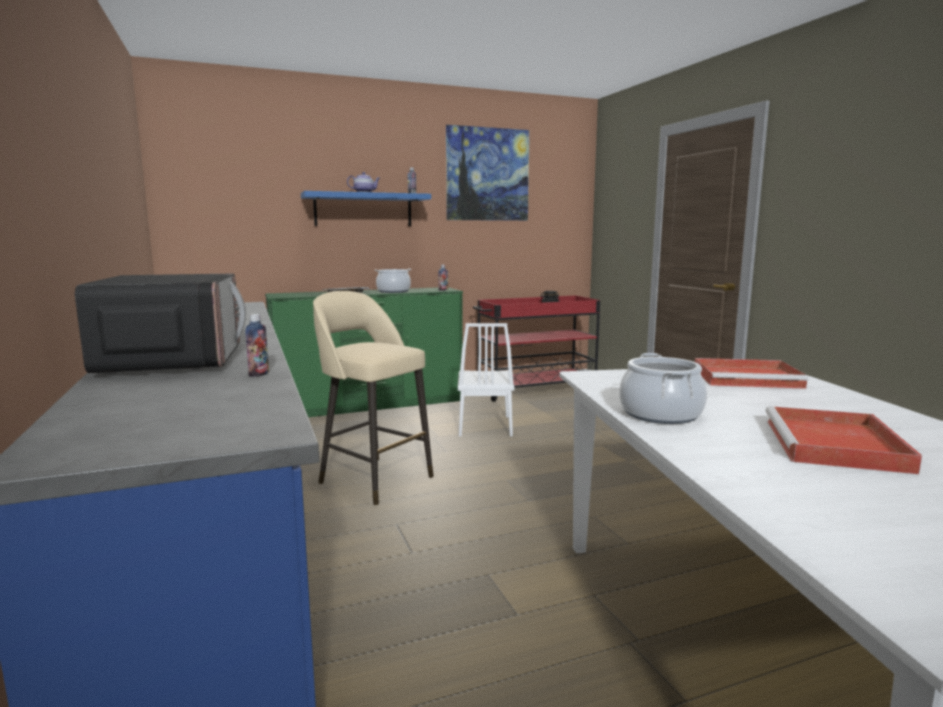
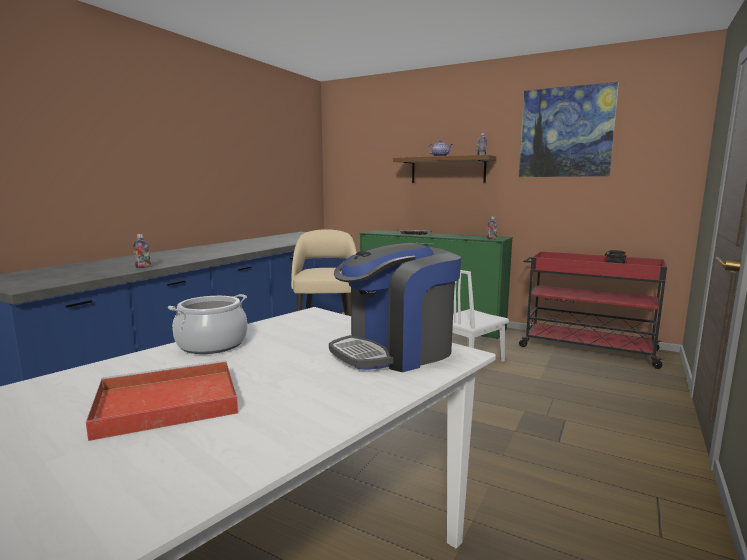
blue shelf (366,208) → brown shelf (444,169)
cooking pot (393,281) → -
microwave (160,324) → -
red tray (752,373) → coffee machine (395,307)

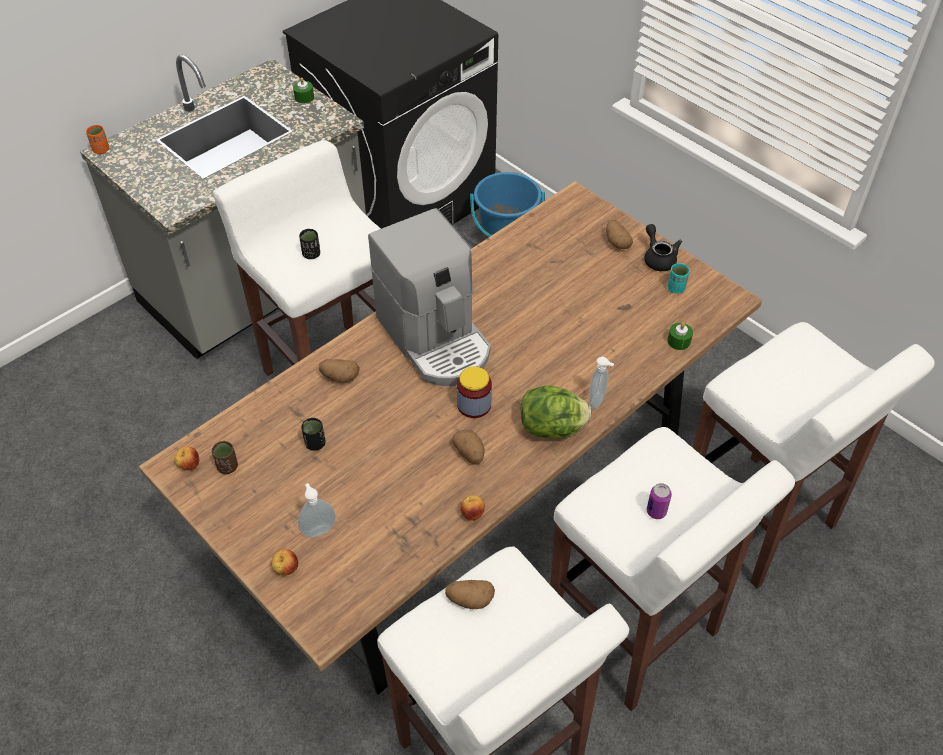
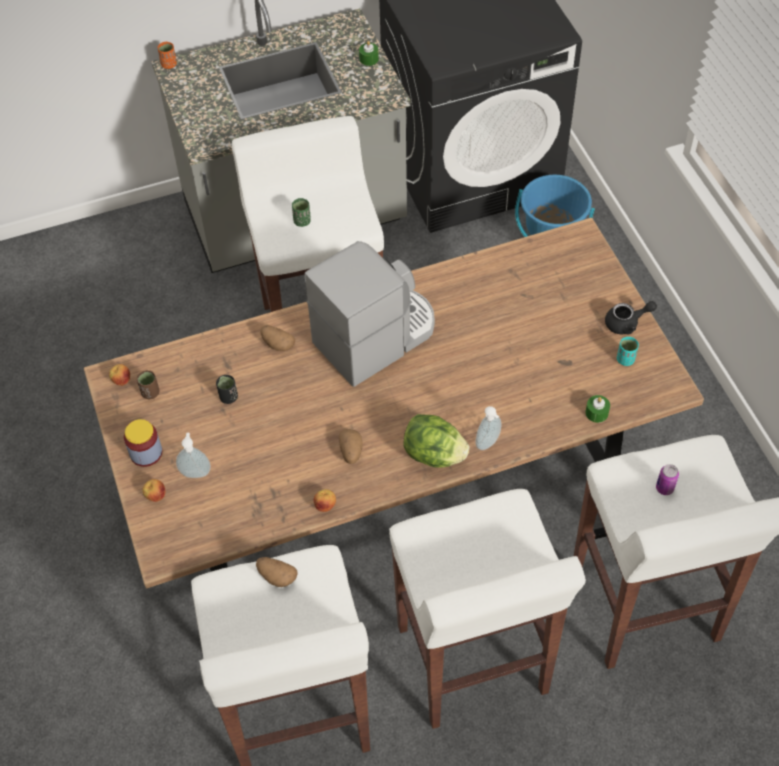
coffee machine (429,297) → coffee machine (369,314), 120 degrees counterclockwise
potato (619,234) → -
black teapot (663,247) → black teapot (631,317), 75 degrees clockwise
black cup (309,244) → green cup (301,212)
jar (474,392) → jar (143,443), moved
can (659,501) → can (667,479), moved

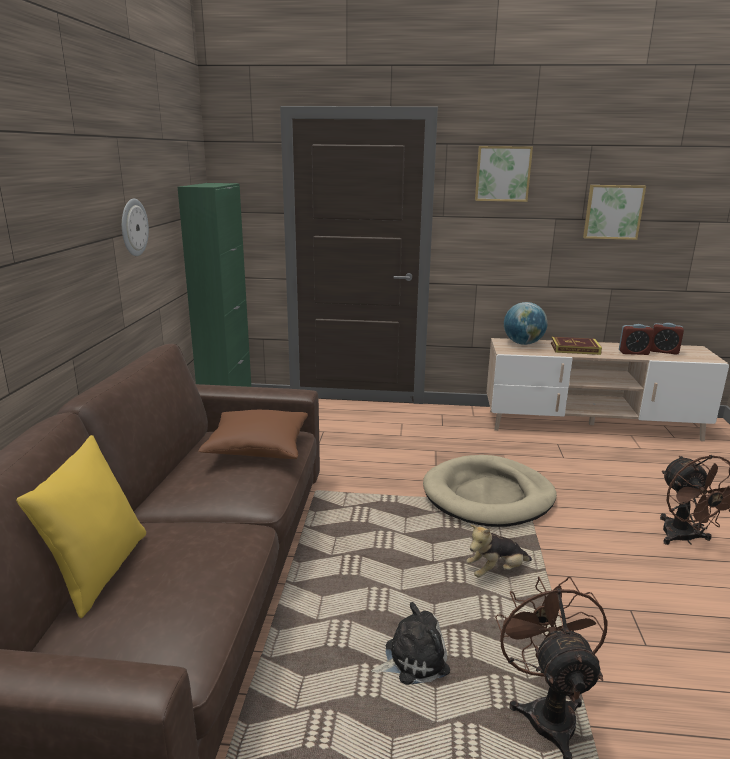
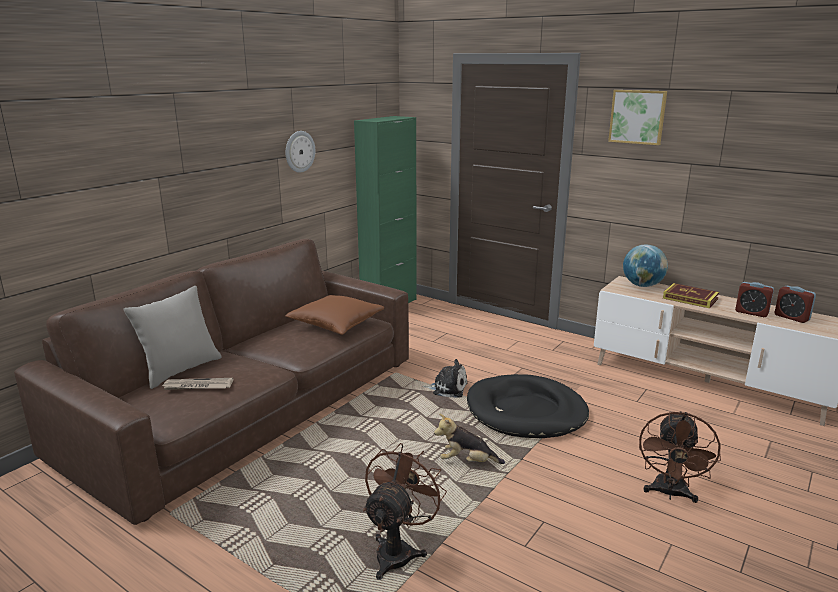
picture (614,212) → -
yellow pillow (81,526) → grey pillow (172,337)
beige dog bed (490,491) → black dog bed (528,406)
plush toy (410,643) → plush toy (444,378), moved
- → newspaper (197,384)

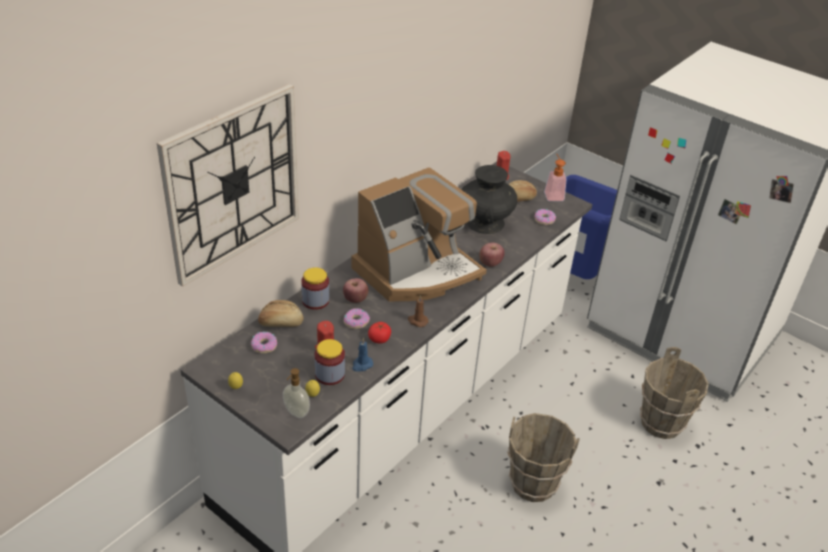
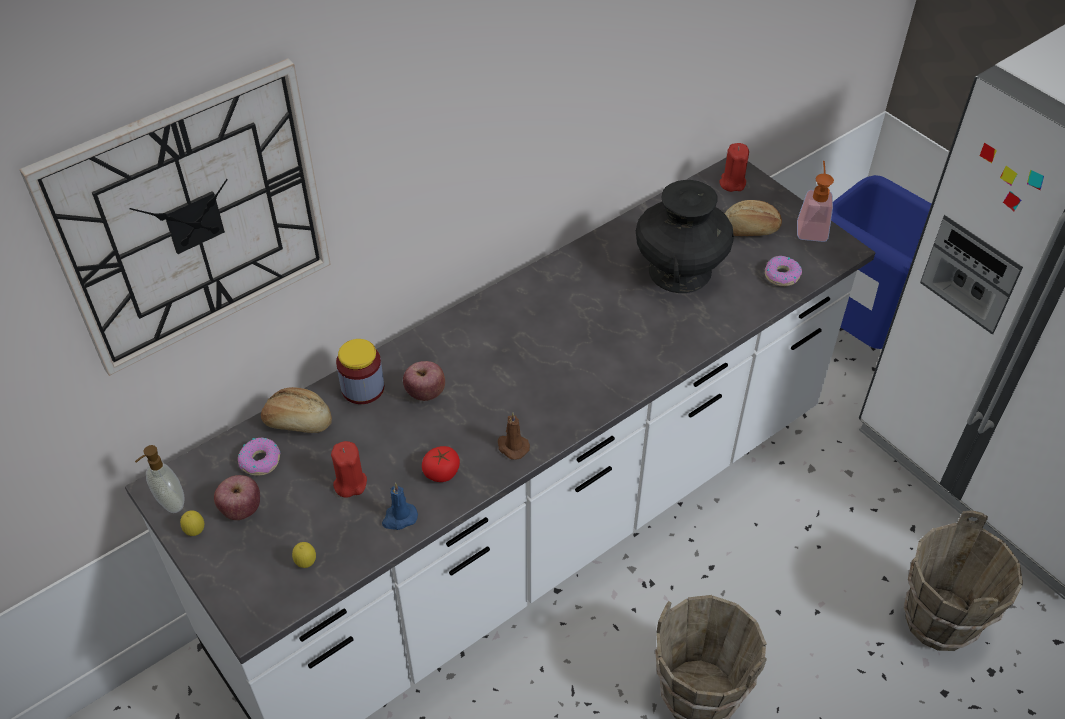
coffee machine (419,234) → -
apple (492,254) → apple (237,497), moved
donut (357,318) → -
jar (329,362) → -
soap dispenser (296,393) → soap dispenser (160,479), moved

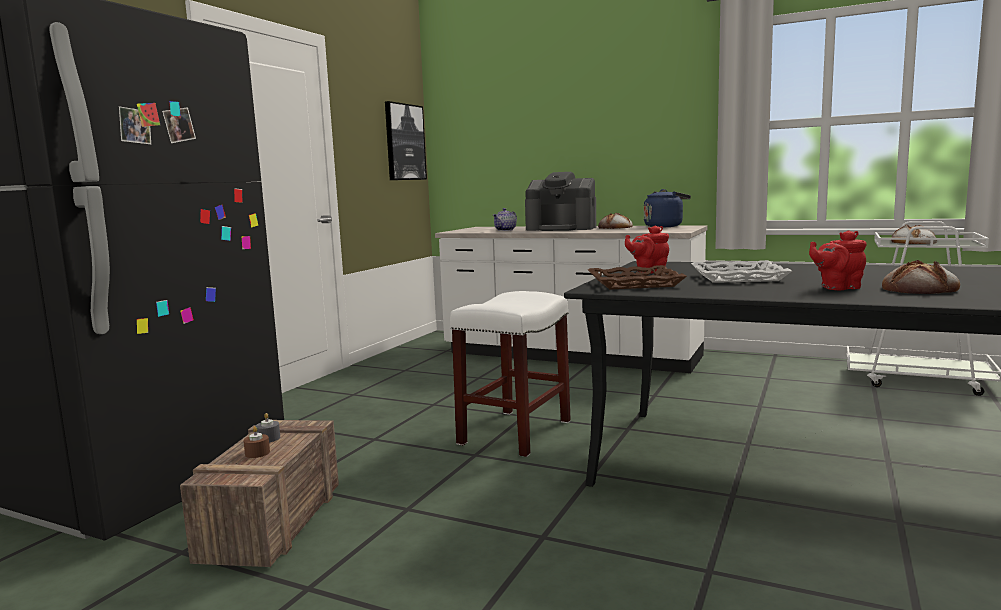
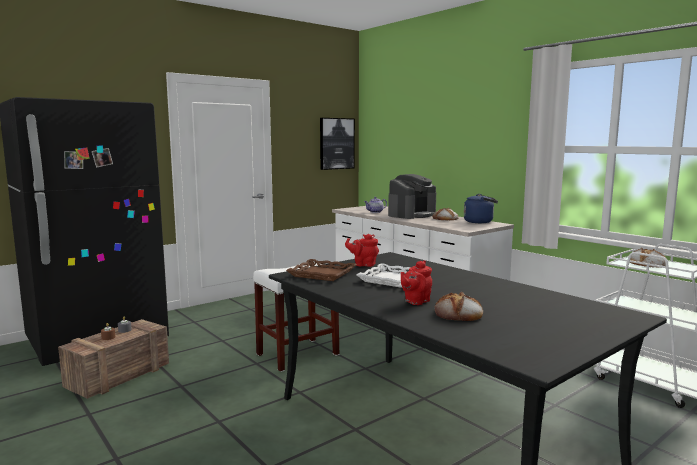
coffee machine (560,201) → coffee machine (412,196), 90 degrees counterclockwise
red teapot (838,260) → red teapot (416,282), 60 degrees counterclockwise

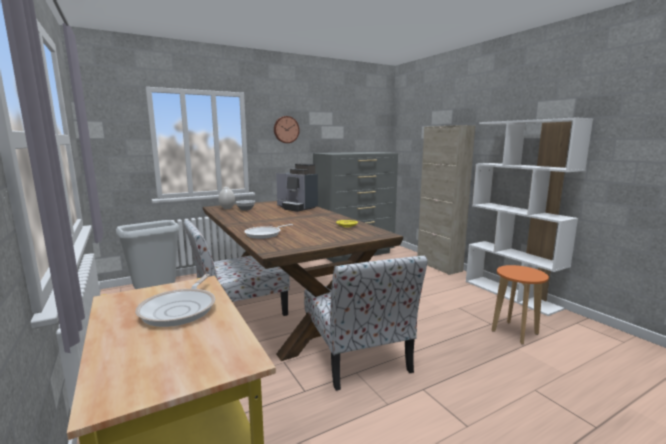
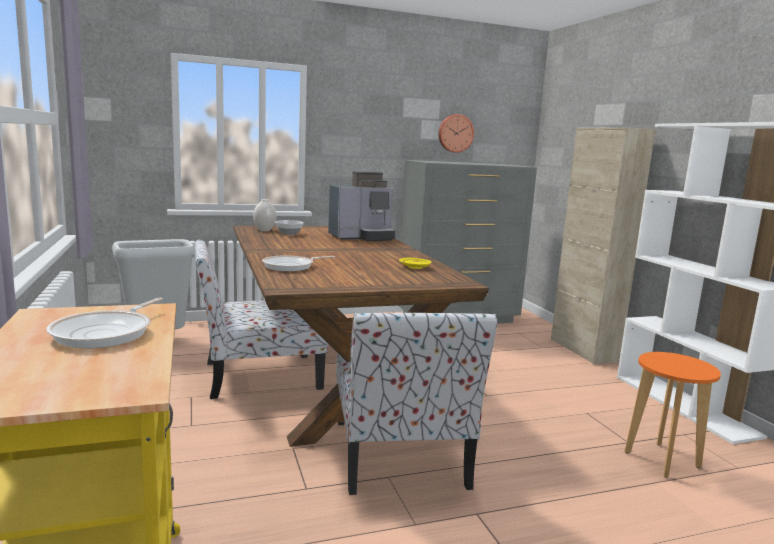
wall clock (287,129) → wall clock (456,133), moved
coffee machine (297,187) → coffee machine (361,206), 75 degrees counterclockwise

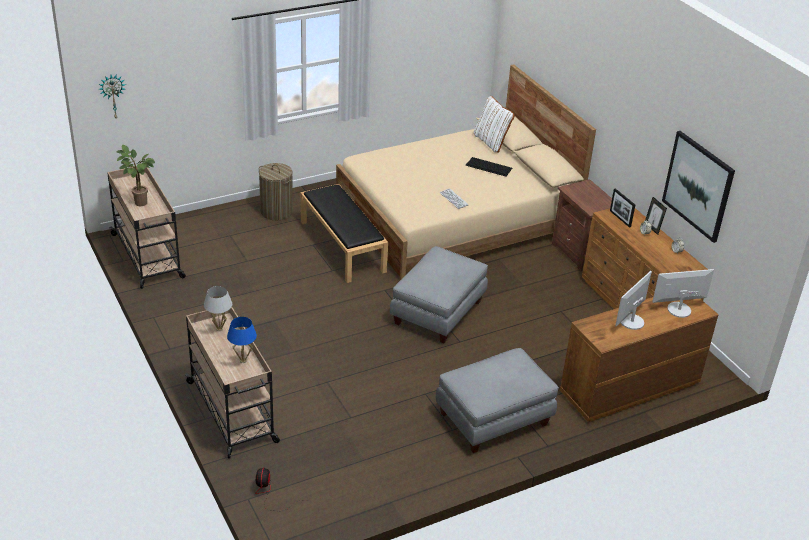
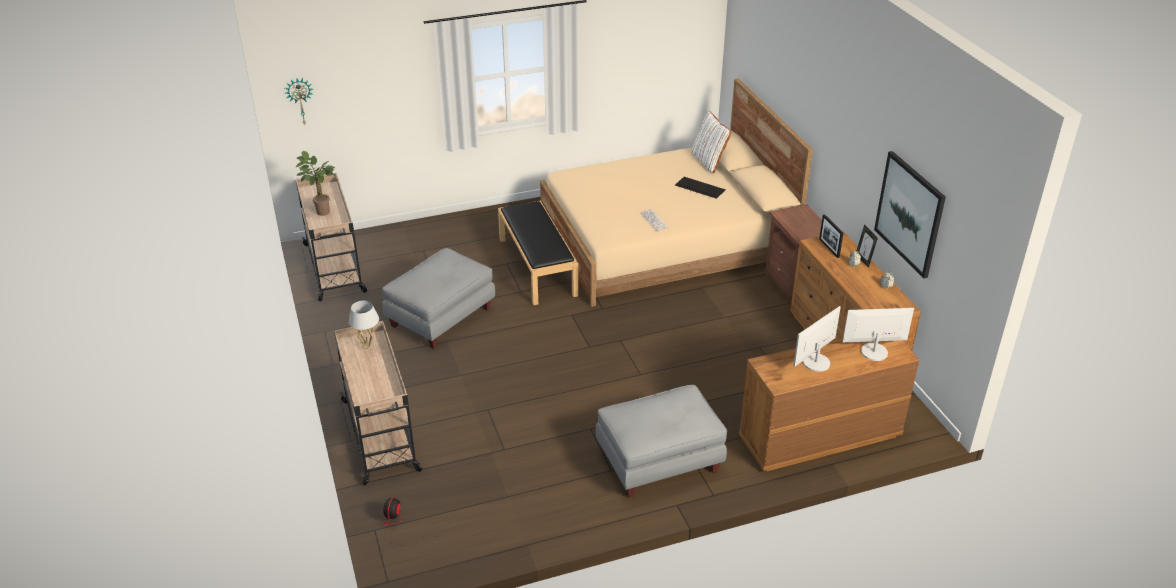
laundry basket (276,191) → -
grey ottoman (439,294) → grey ottoman (438,298), moved
blue table lamp (242,340) → -

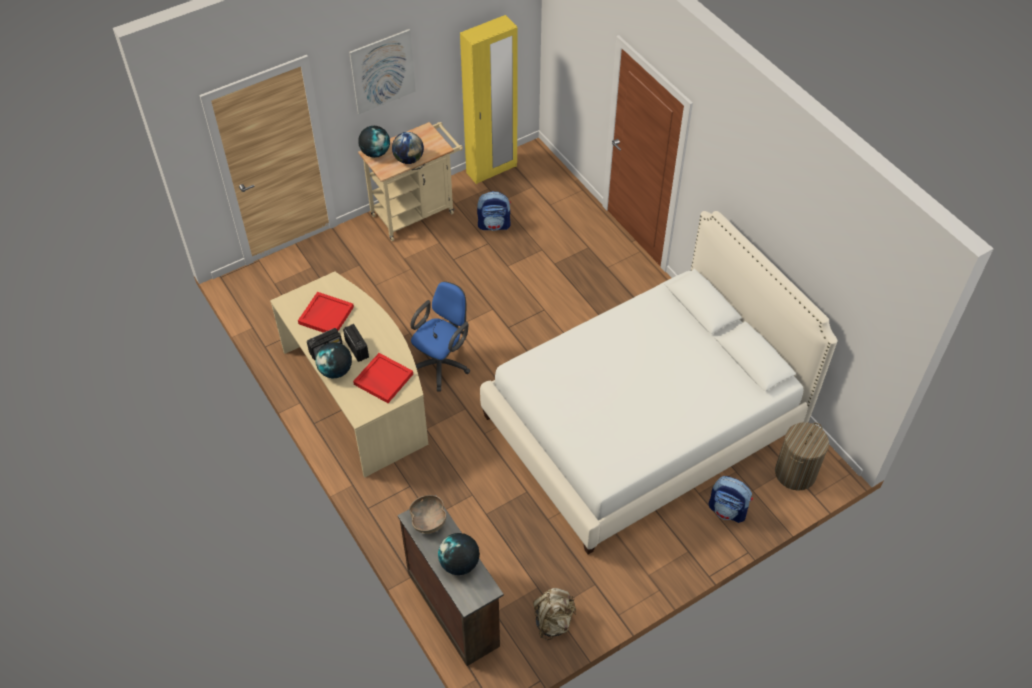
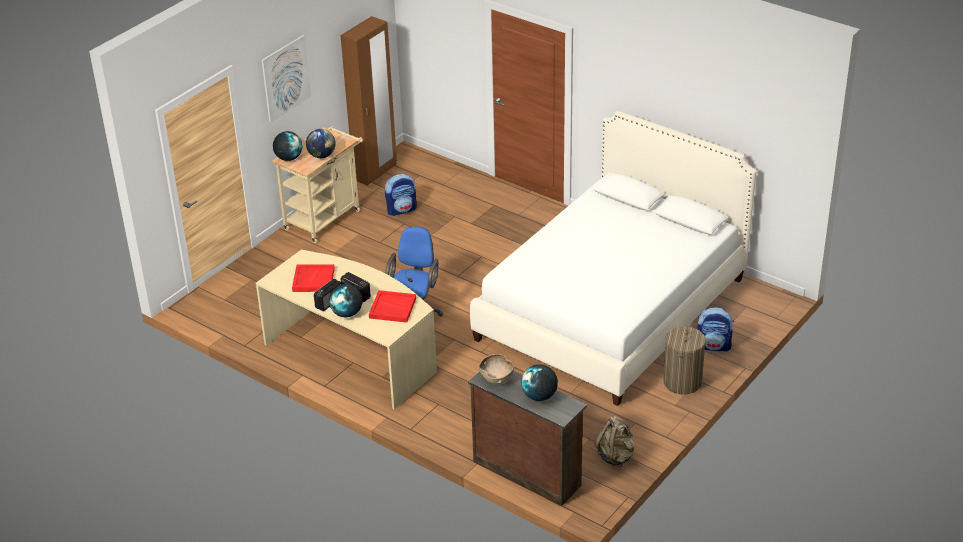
yellow wardrobe (488,99) → brown wardrobe (369,101)
laundry basket (802,456) → laundry basket (684,360), moved

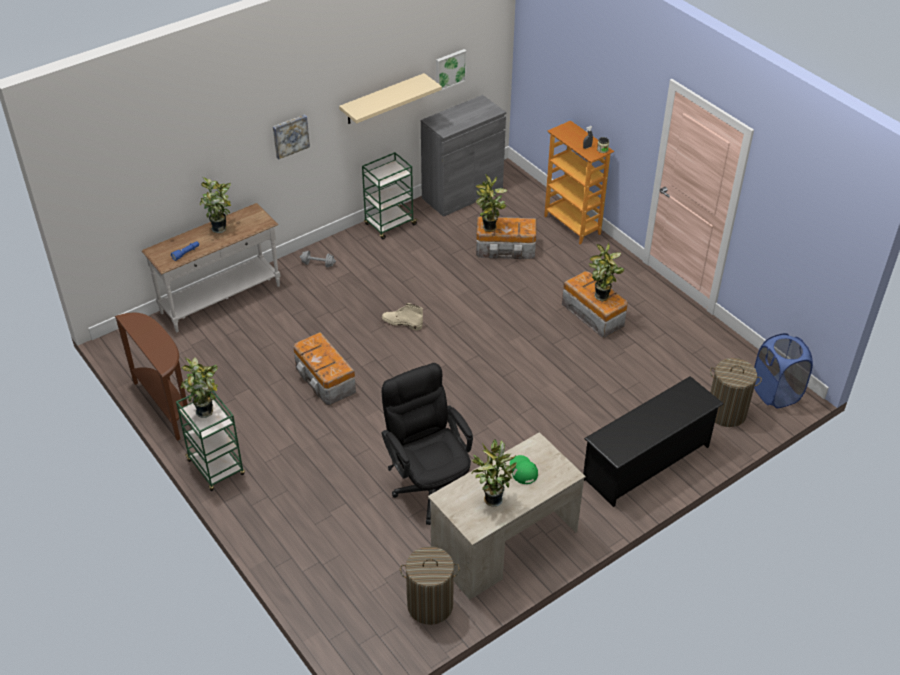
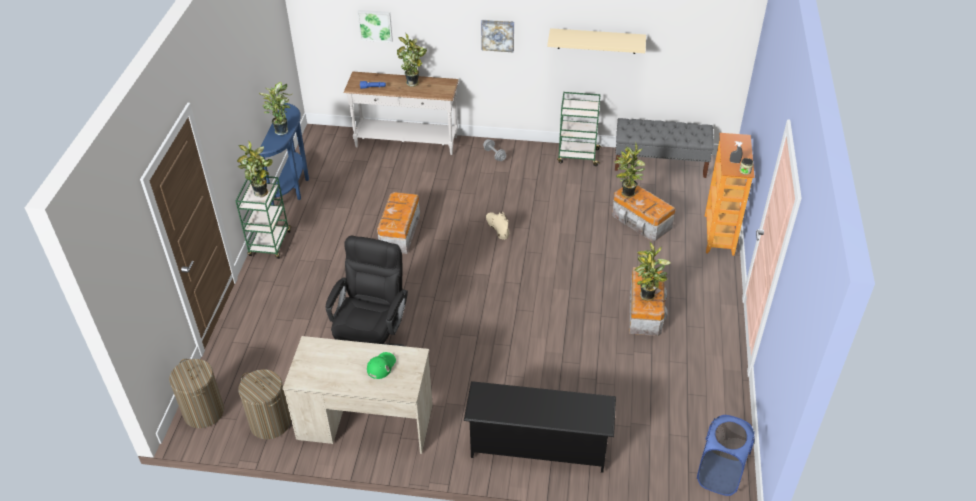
picture (451,70) → picture (375,26), moved
grey cabinet (463,156) → grey bench (664,148)
brown console table (151,377) → blue console table (283,154)
laundry basket (736,392) → laundry basket (196,393), moved
potted plant (494,473) → potted plant (275,108), moved

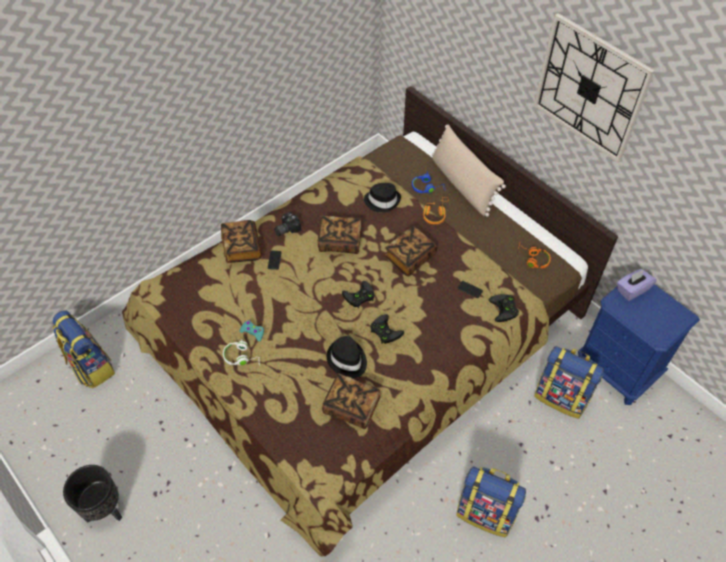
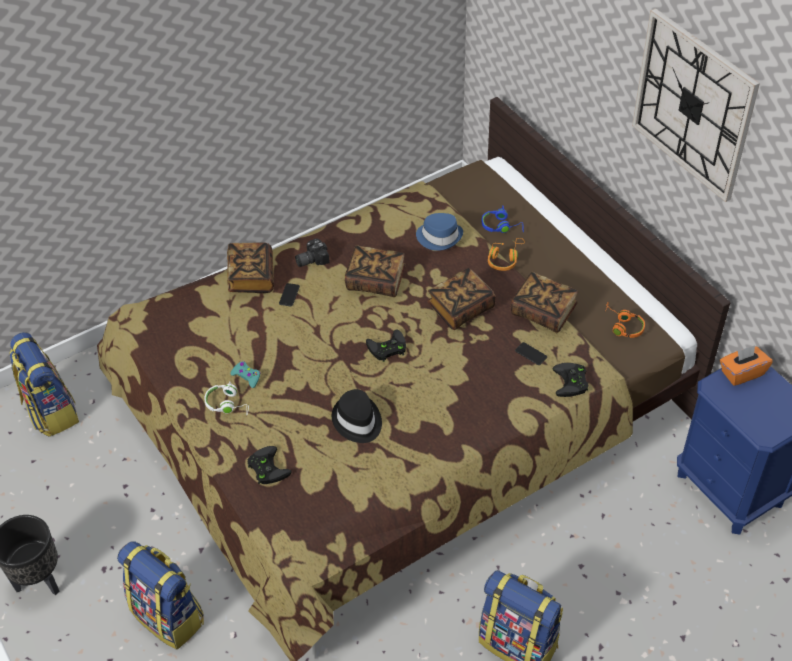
beige pillow (469,170) → -
black hat (382,198) → blue hat (439,232)
purple tissue box (637,285) → orange tissue box (746,365)
black game controller (387,329) → black game controller (270,465), moved
backpack (569,382) → backpack (160,595), moved
book (351,401) → book (544,302), moved

